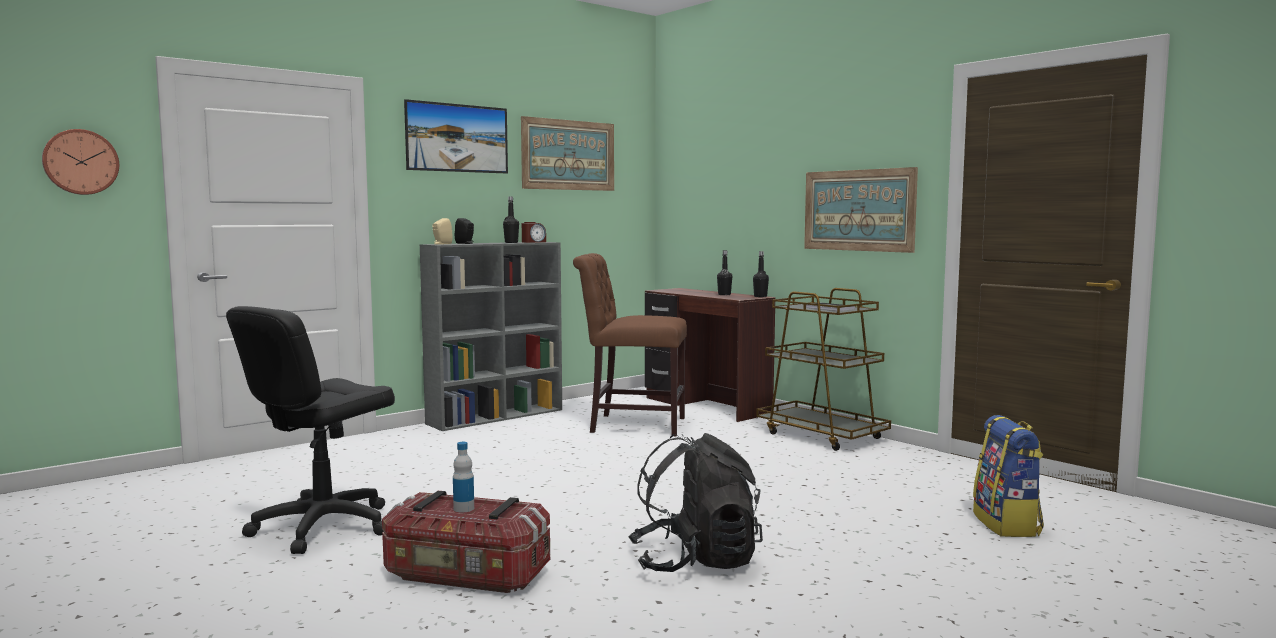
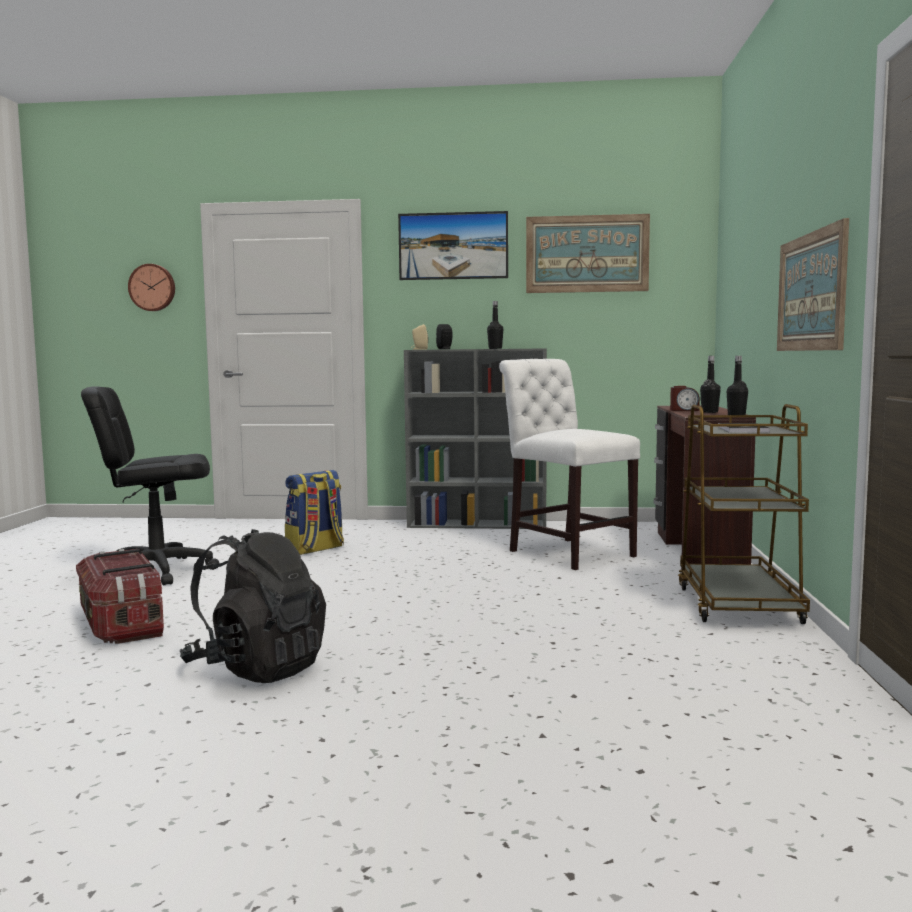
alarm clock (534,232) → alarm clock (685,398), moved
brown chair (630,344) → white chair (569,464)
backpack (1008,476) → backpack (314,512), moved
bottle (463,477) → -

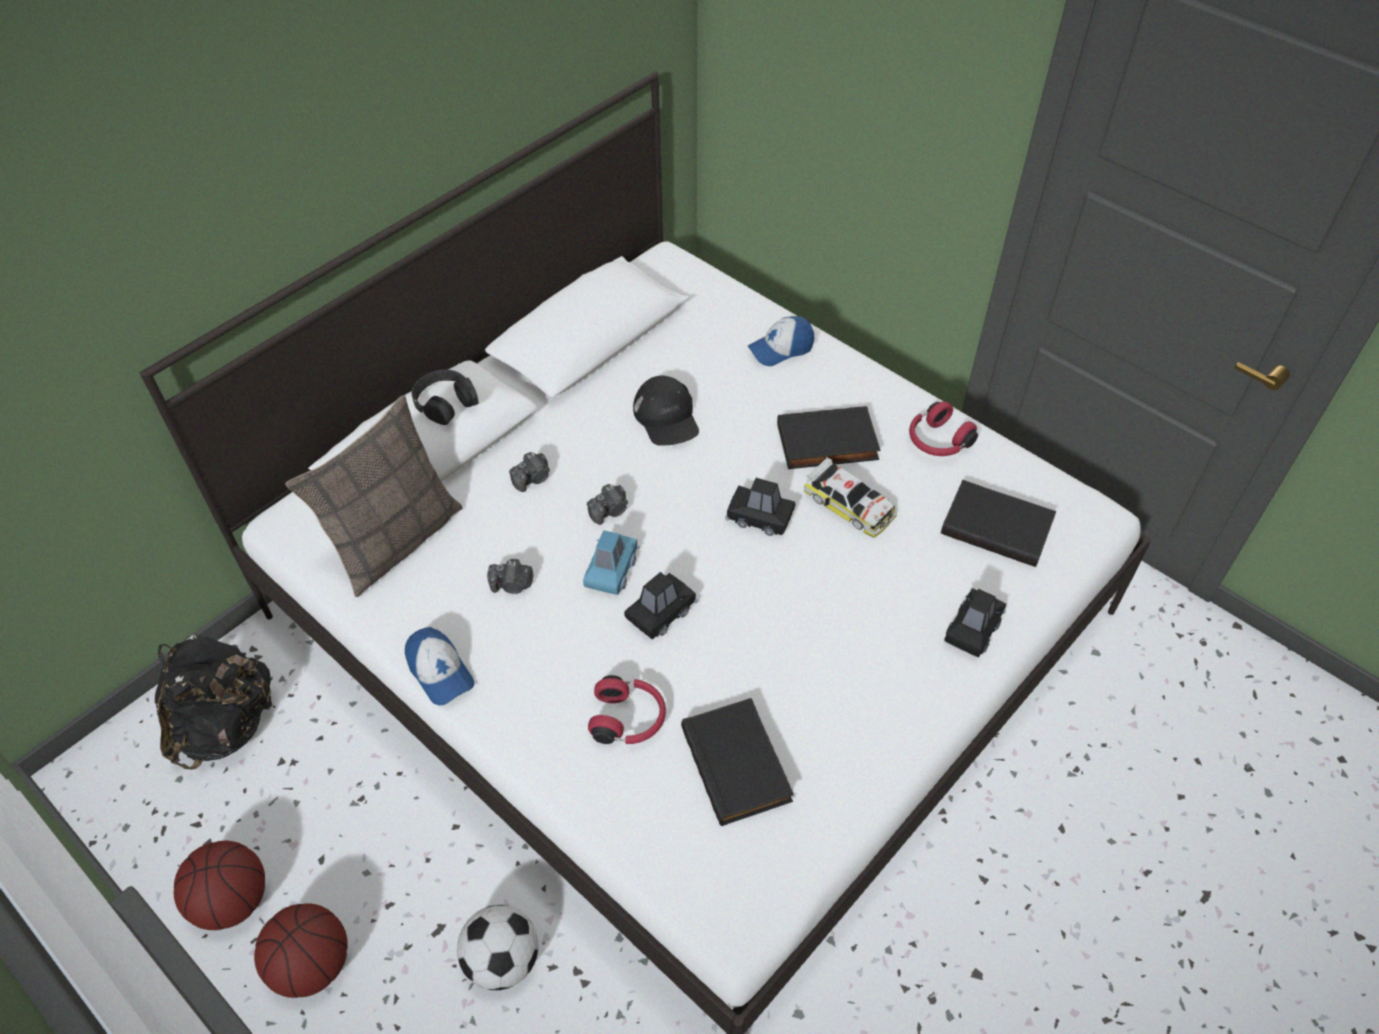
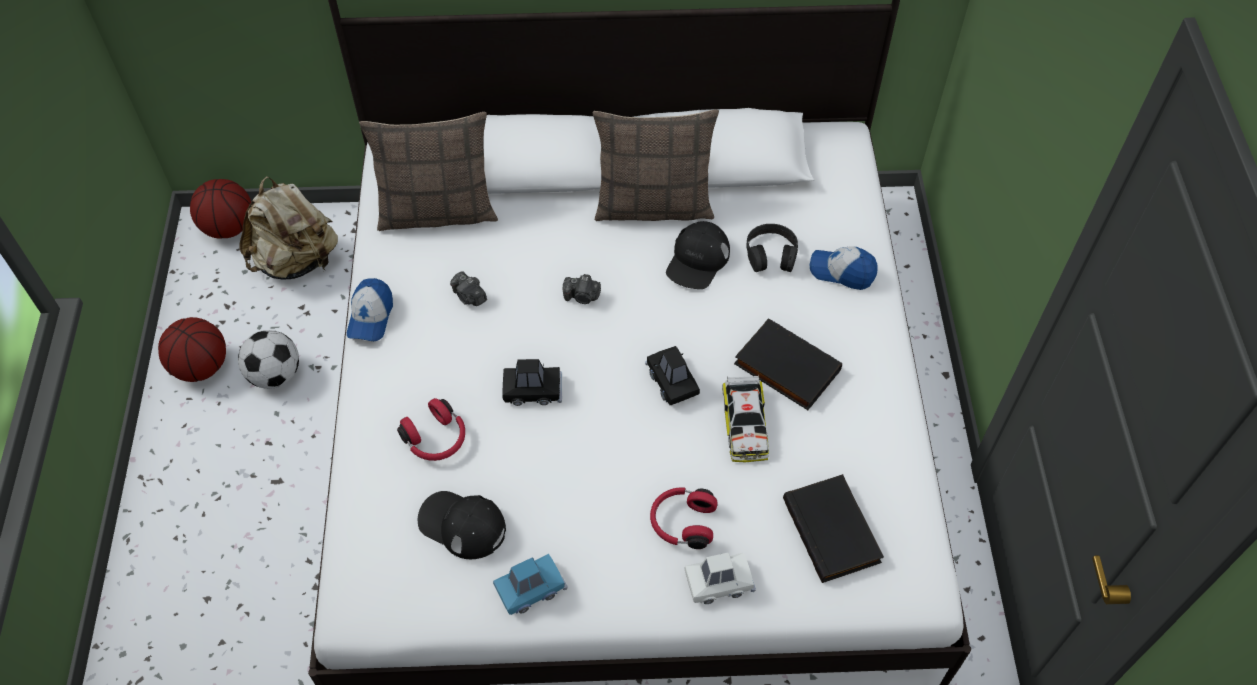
black headphones (445,397) → black headphones (772,248), moved
red headphones (943,428) → red headphones (684,518), moved
photo camera (529,472) → -
blue toy car (611,562) → blue toy car (530,584), moved
black toy car (975,623) → white toy car (720,578)
black backpack (216,702) → beige backpack (288,227)
black book (737,762) → black cap (462,525)
basketball (301,950) → basketball (220,209), moved
football (497,947) → football (268,359), moved
- → pillow (655,165)

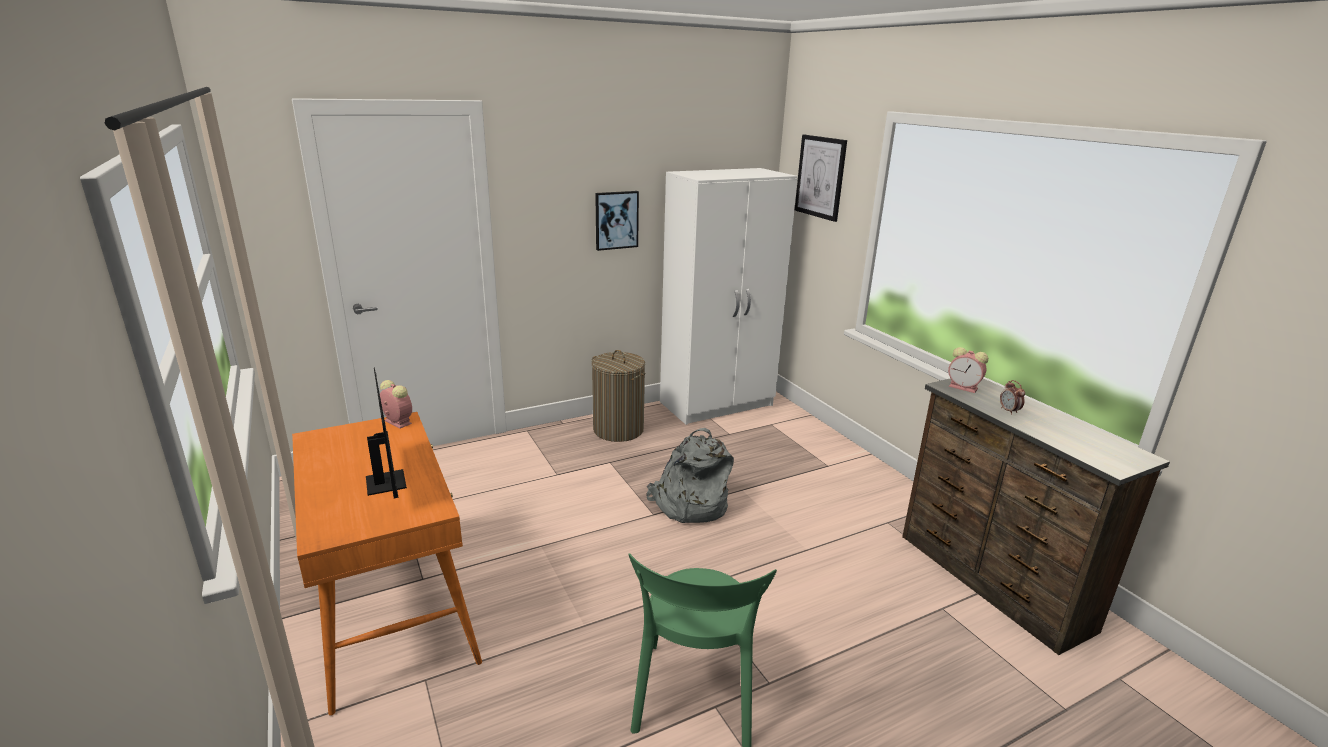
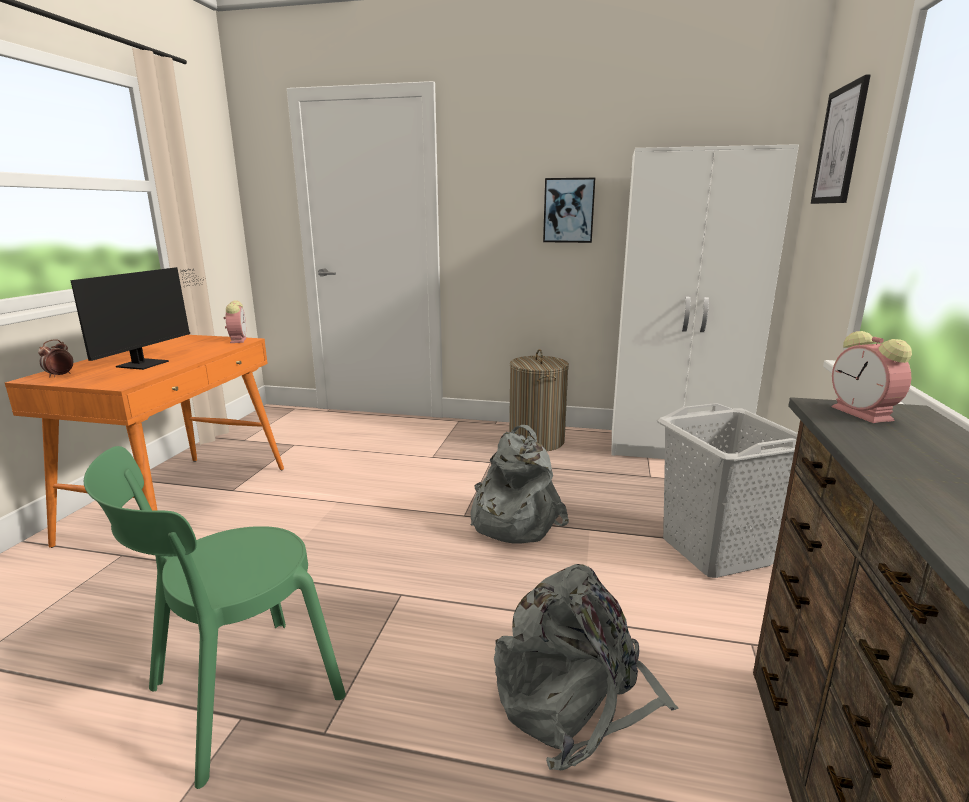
alarm clock (1012,397) → alarm clock (55,358), moved
- → grey laundry basket (727,490)
- → grey backpack (586,667)

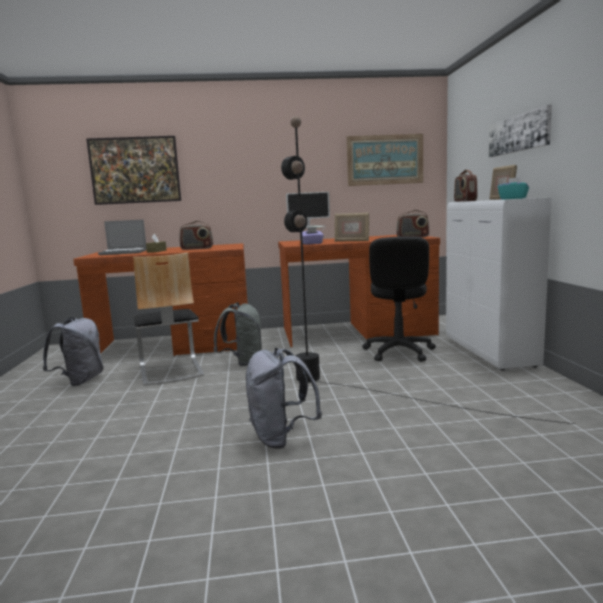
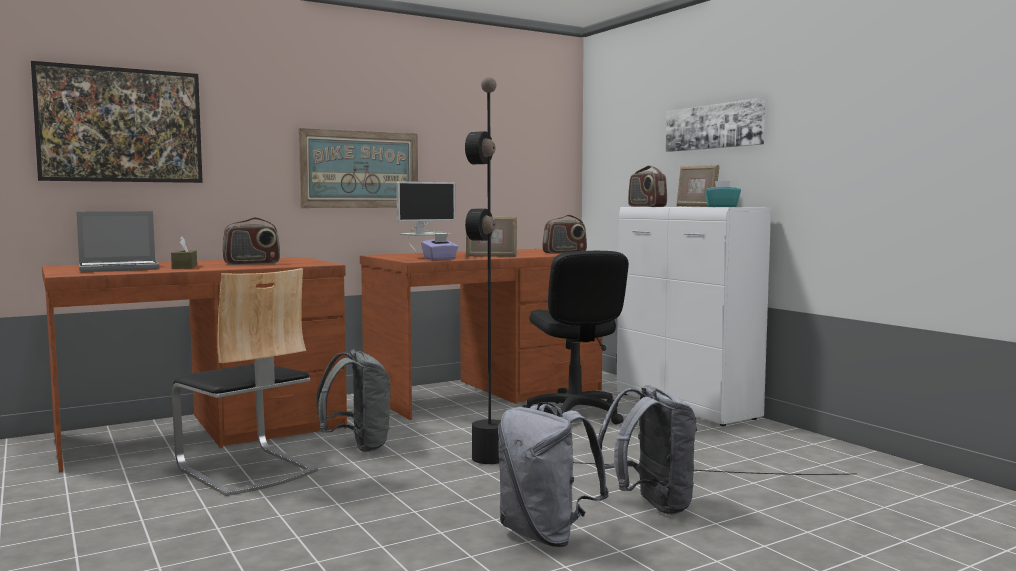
picture (385,160) → picture (358,168), moved
grey backpack (73,351) → grey backpack (646,450), moved

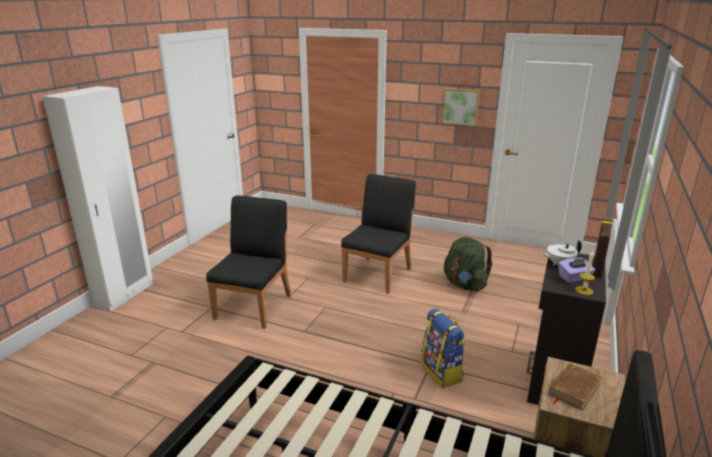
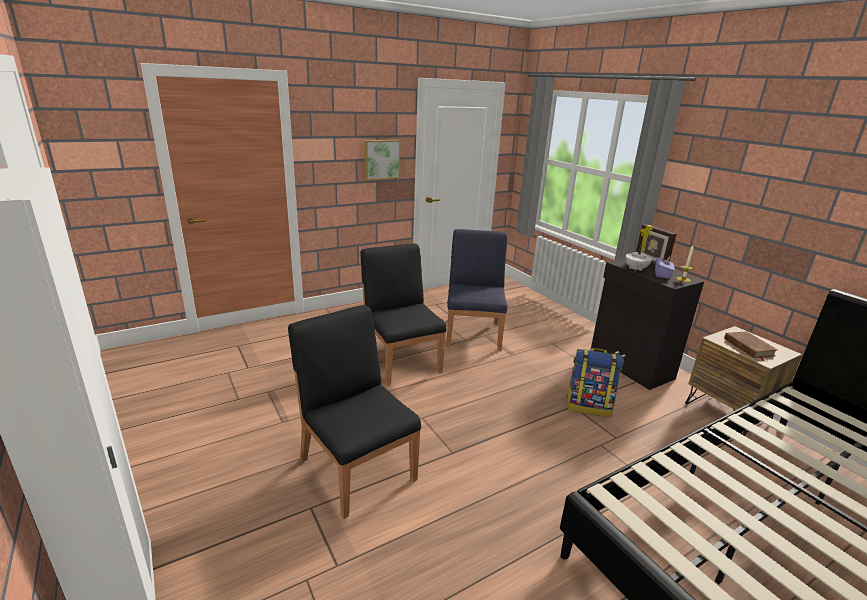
green backpack (468,264) → blue chair (477,290)

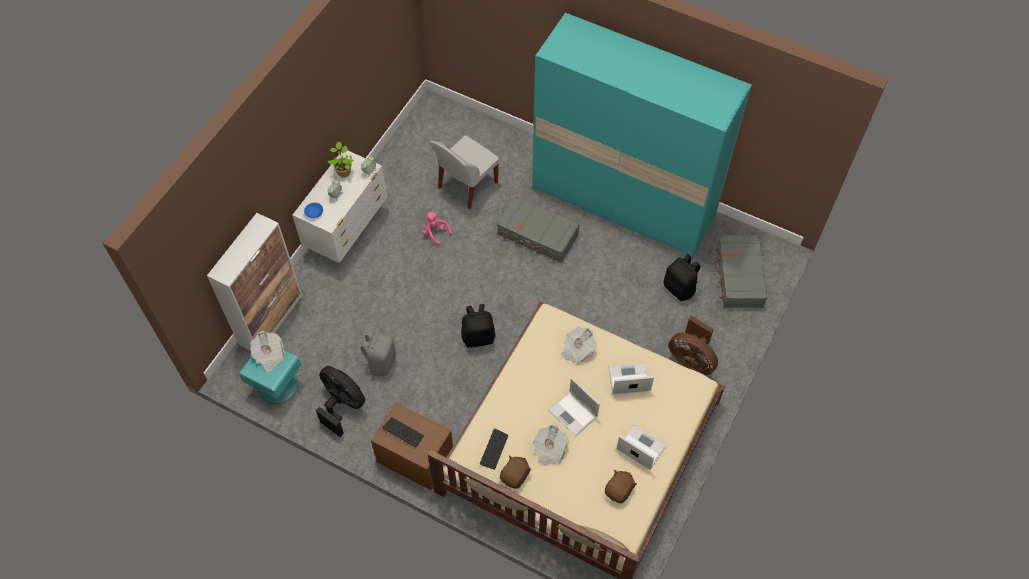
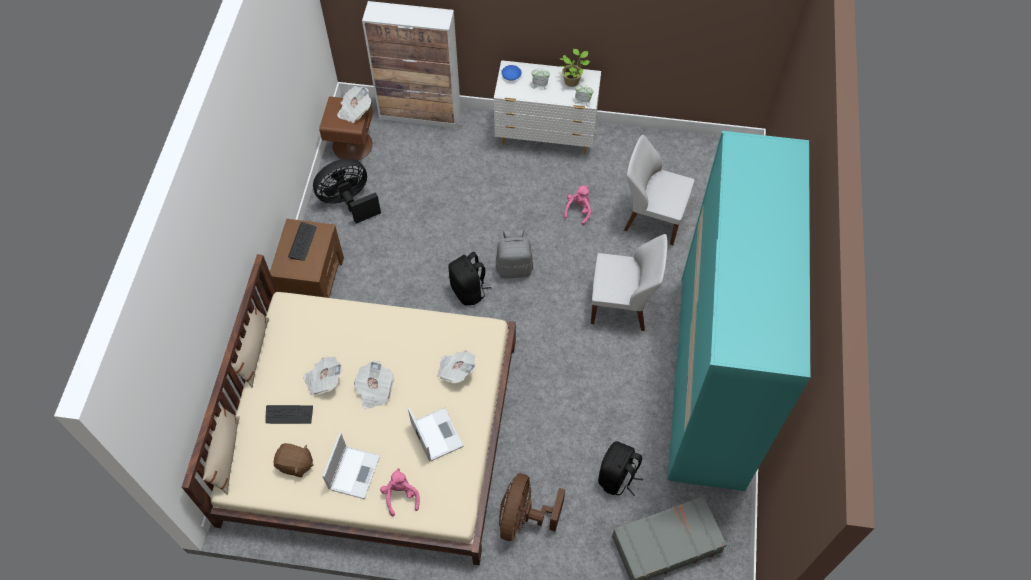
grey suitcase (538,229) → white chair (629,282)
grey backpack (378,353) → grey backpack (514,254), moved
turquoise nightstand (270,377) → brown nightstand (346,128)
black fan (340,401) → black fan (347,191), 135 degrees counterclockwise
laptop (574,407) → newspaper (374,385)
keyboard (494,449) → keyboard (289,414), moved
brown plush toy (515,472) → -
- → pink plush toy (400,492)

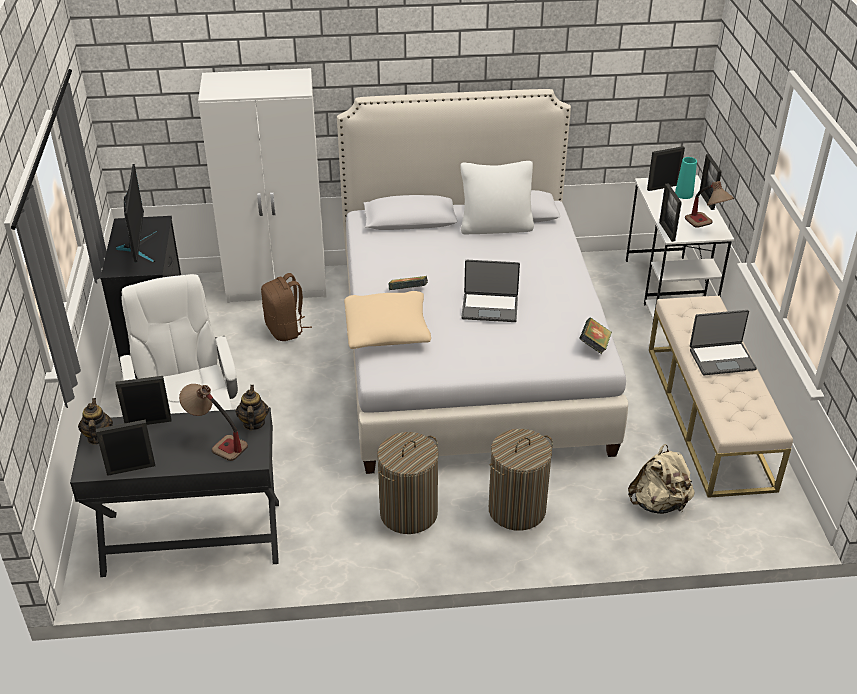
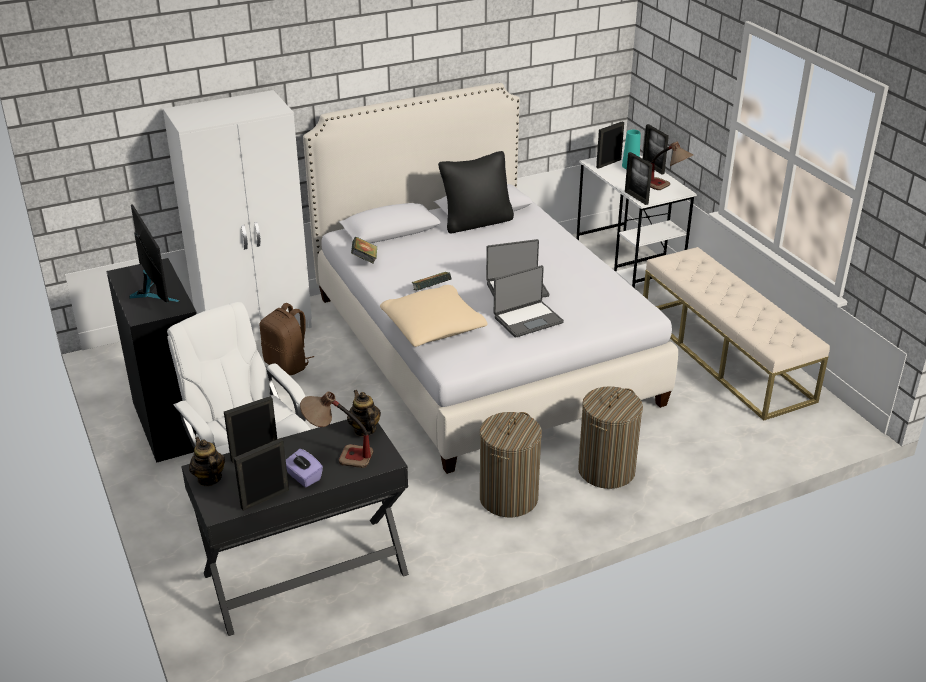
white pillow (497,198) → black pillow (476,192)
laptop (723,342) → laptop (529,301), moved
book (595,335) → book (364,250), moved
beige backpack (661,479) → -
- → purple tissue box (304,468)

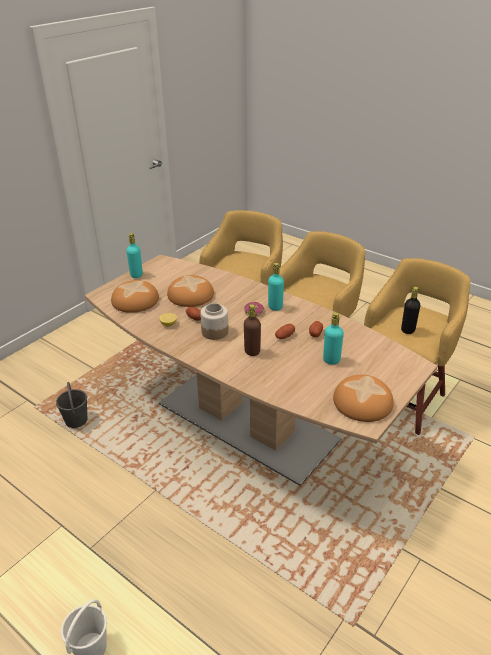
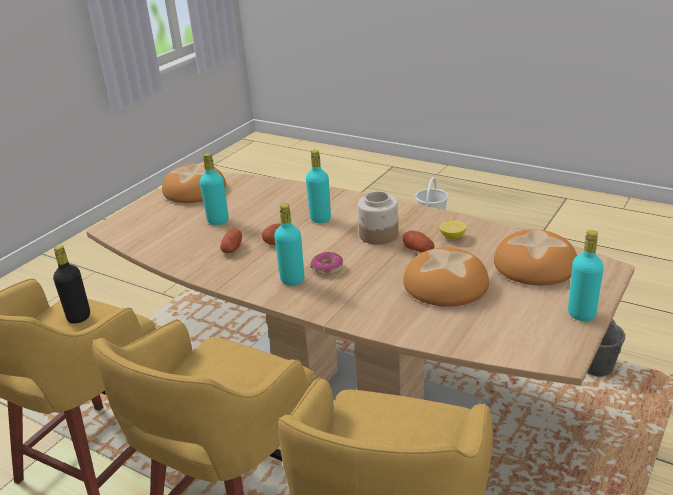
brown bottle (252,330) → turquoise bottle (318,186)

